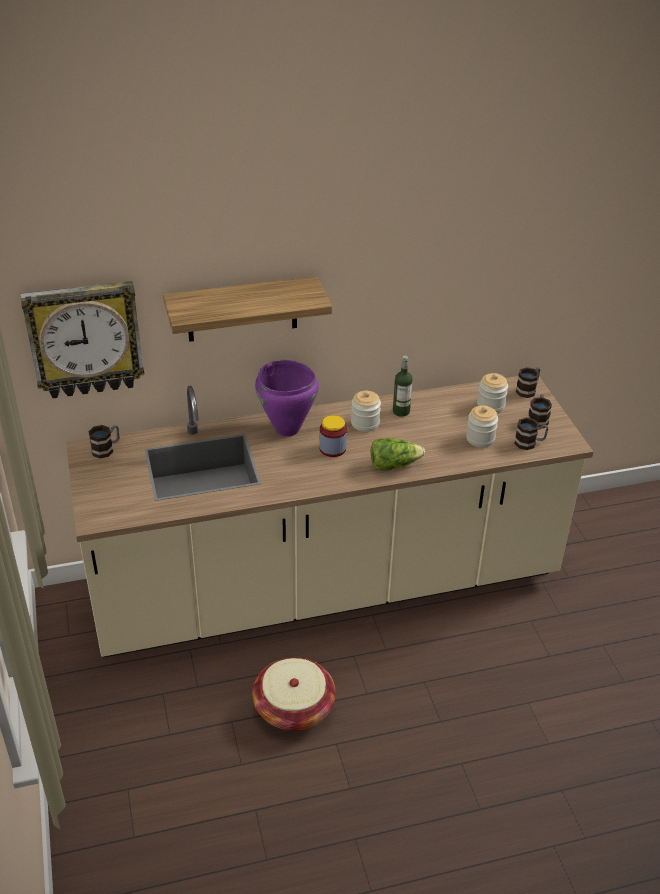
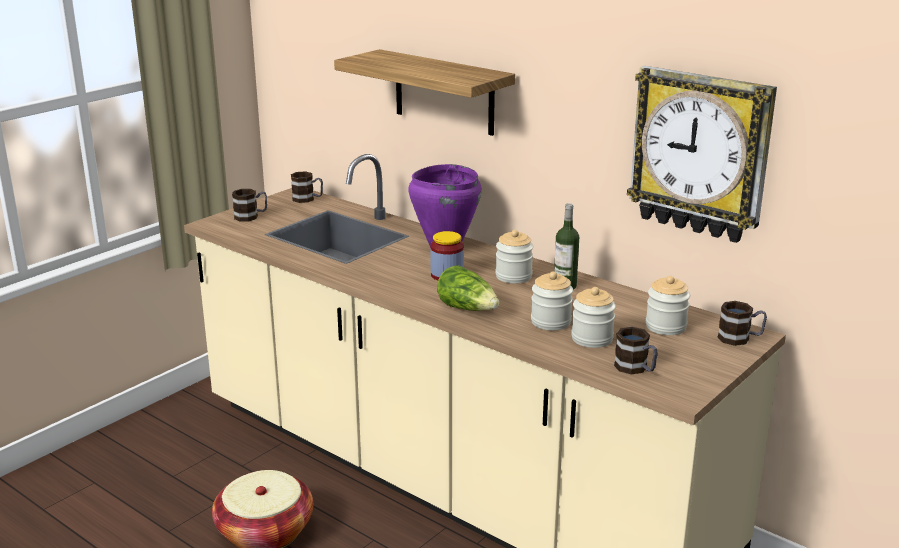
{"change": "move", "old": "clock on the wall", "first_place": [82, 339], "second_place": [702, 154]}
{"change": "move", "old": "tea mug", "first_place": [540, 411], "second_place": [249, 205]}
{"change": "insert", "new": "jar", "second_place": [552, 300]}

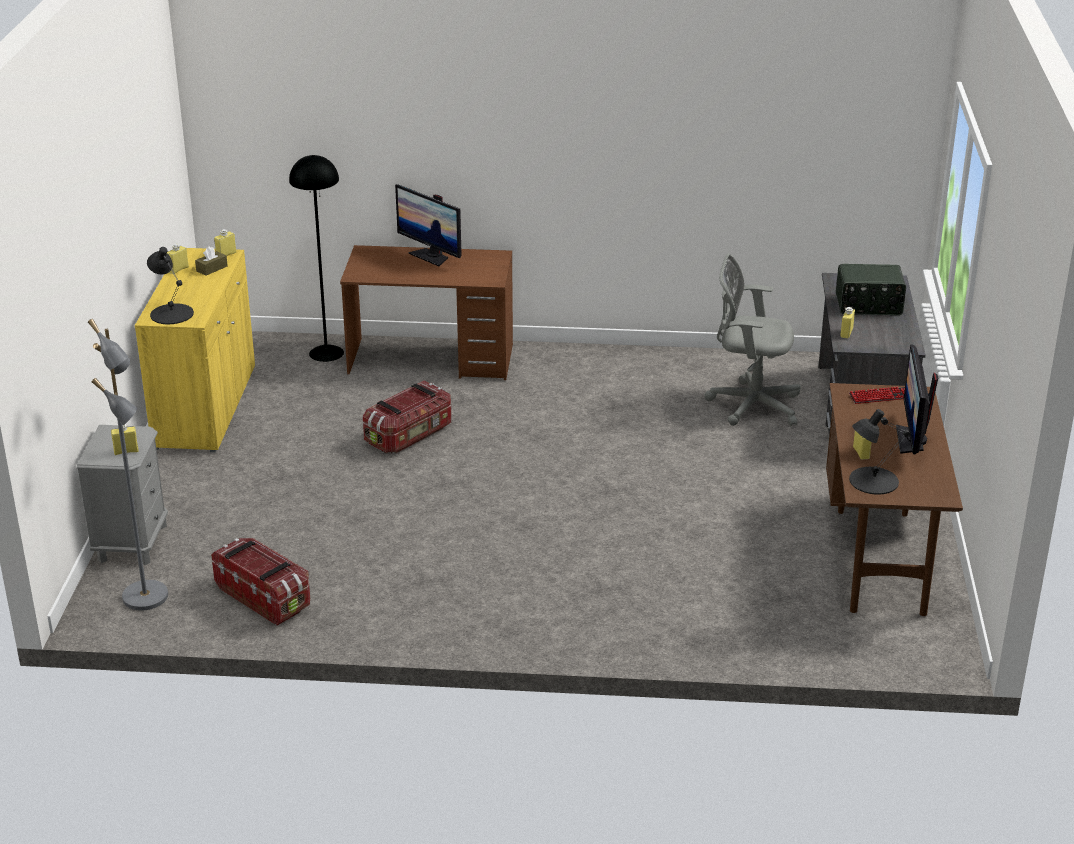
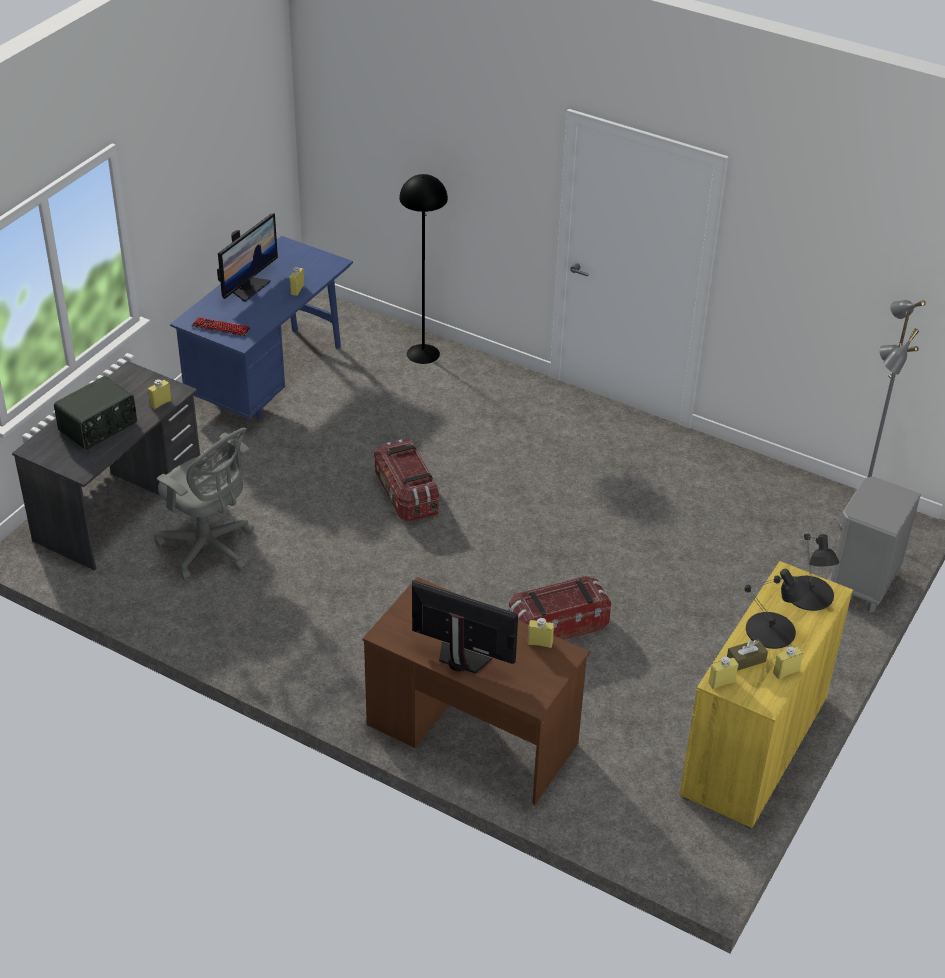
{"change": "move", "old": "black standing lamp", "first_place": [316, 258], "second_place": [423, 269]}
{"change": "rotate", "old": "computer screen", "first_place": [428, 225], "second_place": [465, 626], "degrees": -45}
{"change": "rotate", "old": "radio set", "first_place": [871, 289], "second_place": [95, 413], "degrees": 105}
{"change": "recolor", "old": "brown desk table", "new": "blue desk table", "first_place": [894, 499], "second_place": [261, 328]}
{"change": "move", "old": "black table lamp", "first_place": [879, 452], "second_place": [777, 609]}
{"change": "move", "old": "yellowish bottle", "first_place": [125, 439], "second_place": [540, 632]}
{"change": "move", "old": "storage container", "first_place": [260, 582], "second_place": [406, 480]}

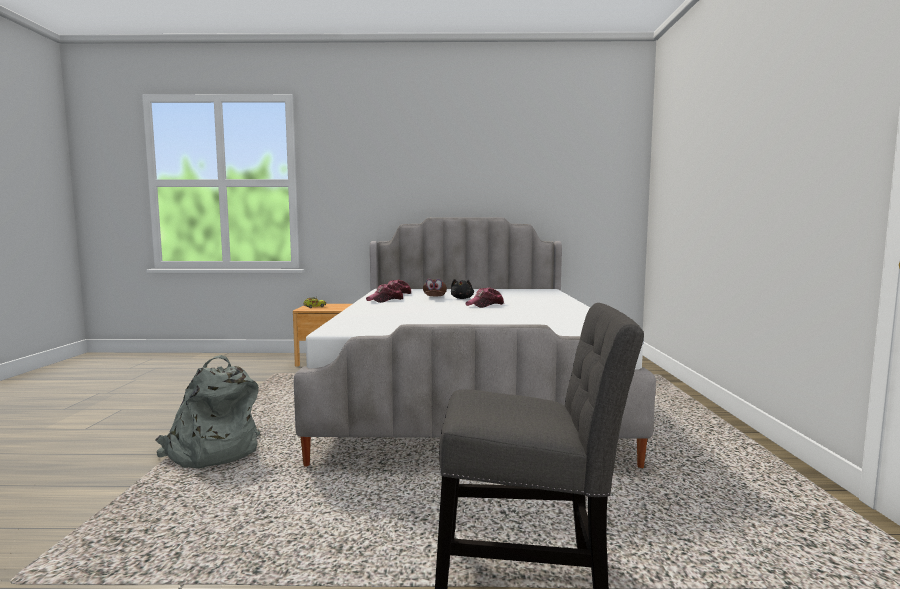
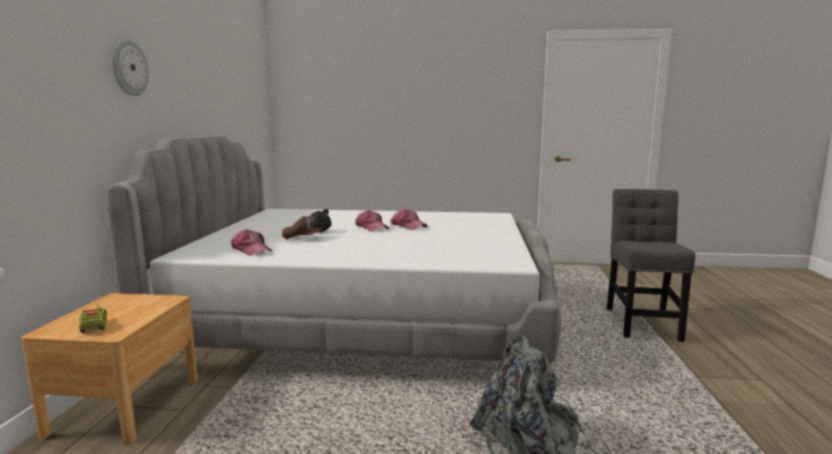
{"change": "move", "old": "peaked cap", "first_place": [384, 293], "second_place": [409, 219]}
{"change": "insert", "new": "clock on the wall", "second_place": [130, 67]}

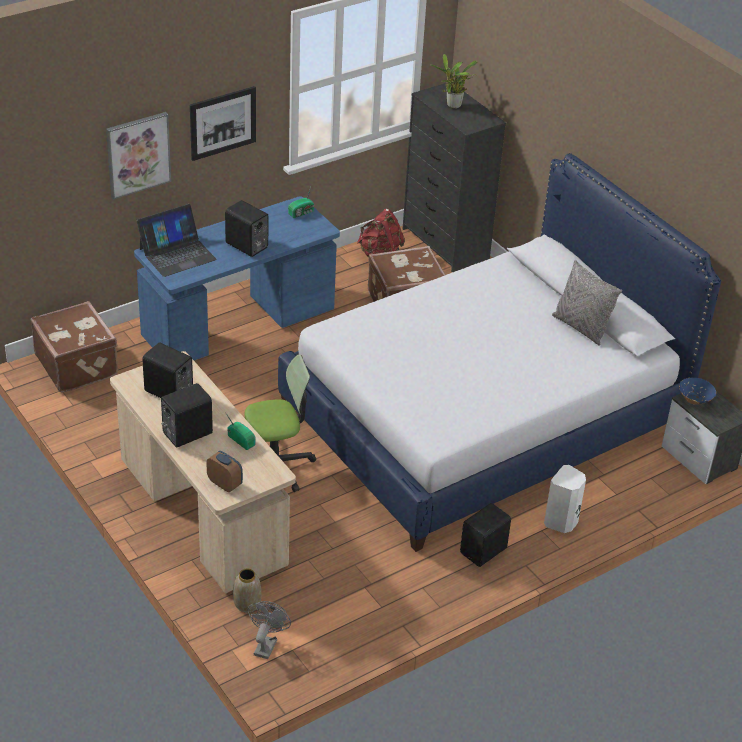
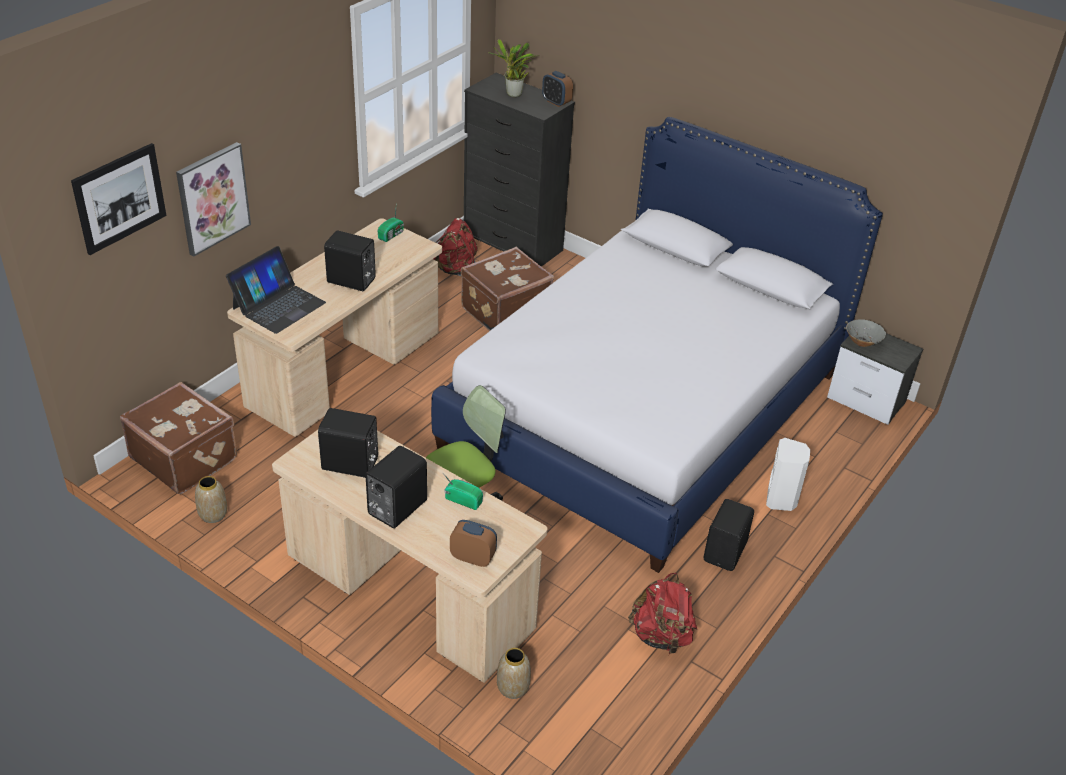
{"change": "move", "old": "picture", "first_place": [223, 123], "second_place": [118, 199]}
{"change": "recolor", "old": "blue desk table", "new": "beige-coloured desk table", "first_place": [237, 278], "second_place": [334, 327]}
{"change": "delete", "old": "greyish throw pillow", "first_place": [587, 303]}
{"change": "recolor", "old": "blue deep dish", "new": "greyish deep dish", "first_place": [697, 391], "second_place": [866, 333]}
{"change": "delete", "old": "greyish cooling fan", "first_place": [269, 630]}
{"change": "insert", "new": "table clock", "second_place": [557, 89]}
{"change": "insert", "new": "decorative vase", "second_place": [211, 499]}
{"change": "insert", "new": "reddish rucksack", "second_place": [662, 614]}

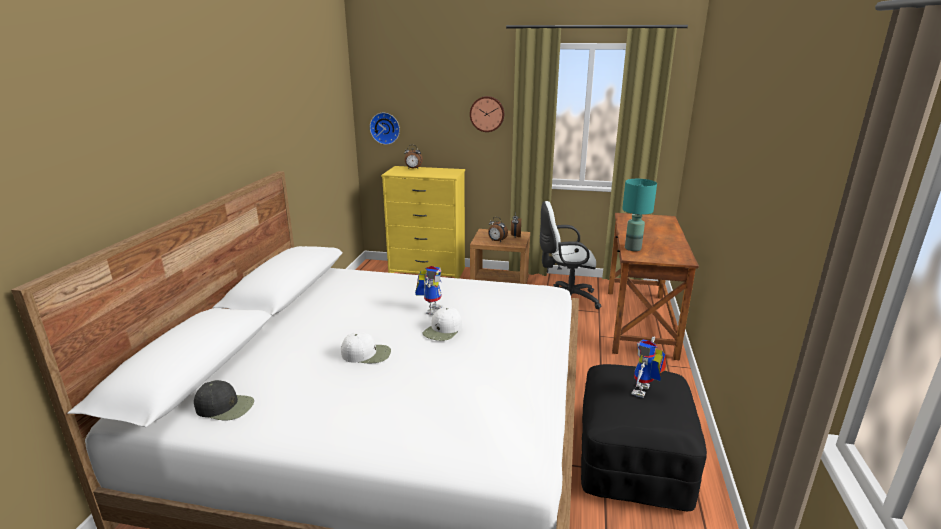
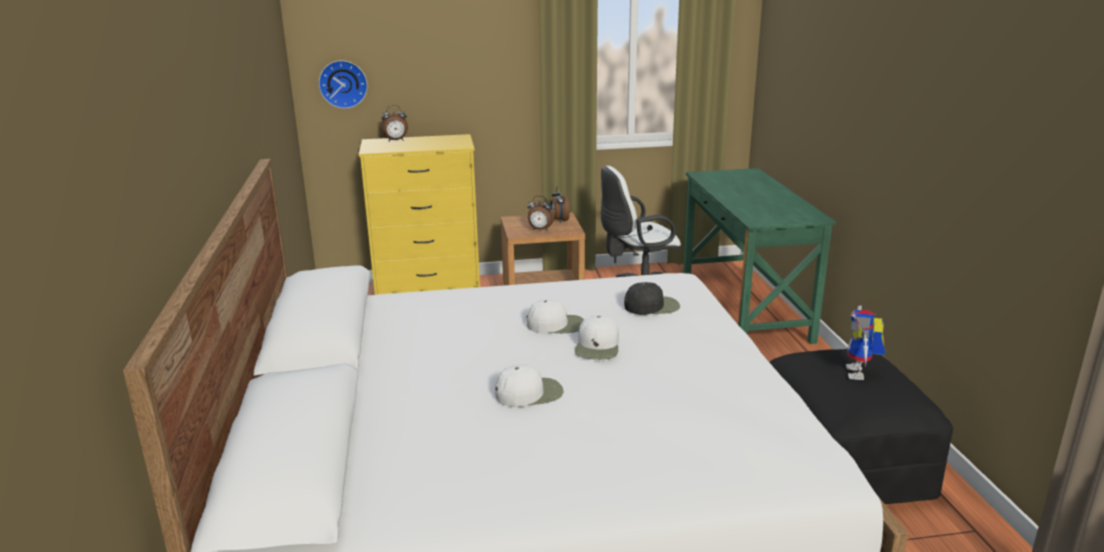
{"change": "delete", "old": "clock on the wall", "first_place": [487, 114]}
{"change": "delete", "old": "turquoise table lamp", "first_place": [639, 215]}
{"change": "recolor", "old": "brown desk table", "new": "green-coloured desk table", "first_place": [653, 286], "second_place": [759, 256]}
{"change": "replace", "old": "robot figure", "new": "white peaked cap", "first_place": [429, 290], "second_place": [555, 316]}
{"change": "move", "old": "black peaked cap", "first_place": [224, 400], "second_place": [652, 298]}

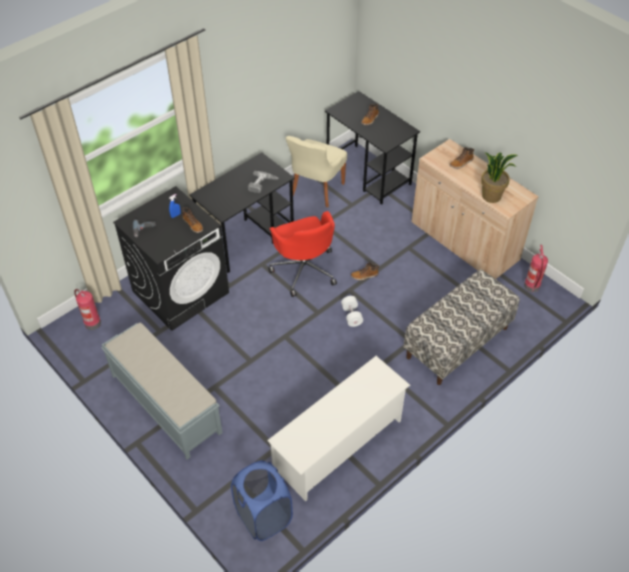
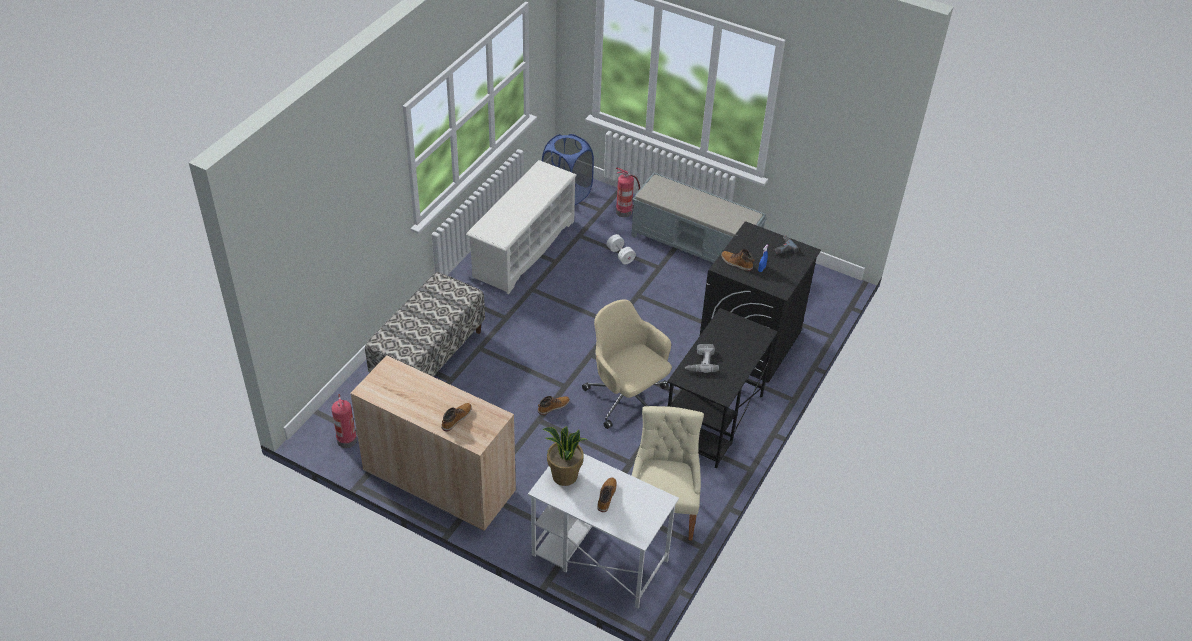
{"change": "recolor", "old": "black desk table", "new": "white desk table", "first_place": [372, 148], "second_place": [603, 531]}
{"change": "move", "old": "plant in a pot", "first_place": [499, 177], "second_place": [565, 456]}
{"change": "recolor", "old": "reddish computer chair", "new": "beige-coloured computer chair", "first_place": [302, 254], "second_place": [627, 364]}
{"change": "move", "old": "extinguisher", "first_place": [87, 309], "second_place": [628, 192]}
{"change": "move", "old": "white free weight", "first_place": [352, 311], "second_place": [621, 249]}

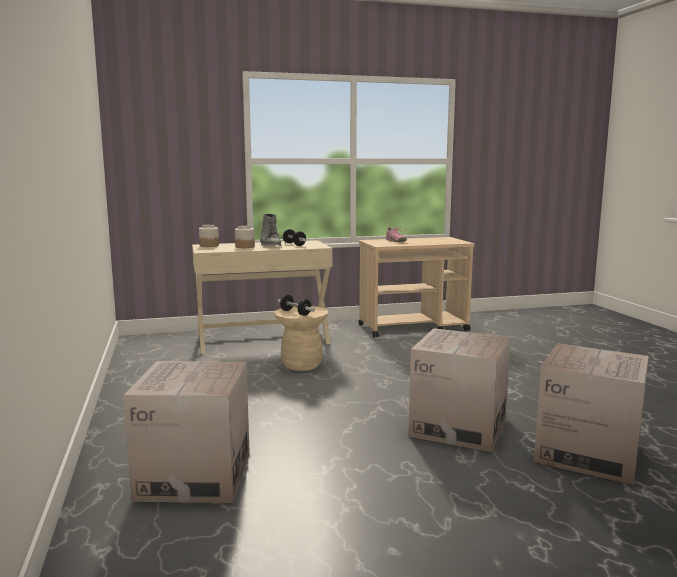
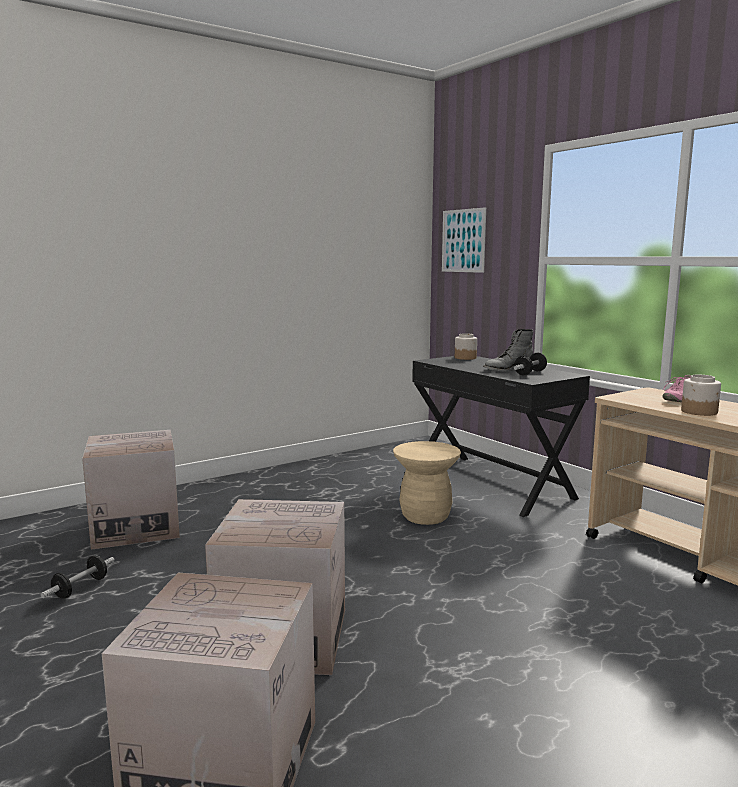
{"change": "move", "old": "jar", "first_place": [245, 236], "second_place": [701, 395]}
{"change": "recolor", "old": "beige-coloured desk table", "new": "black desk table", "first_place": [262, 297], "second_place": [501, 436]}
{"change": "move", "old": "free weight", "first_place": [296, 305], "second_place": [78, 577]}
{"change": "insert", "new": "picture", "second_place": [464, 240]}

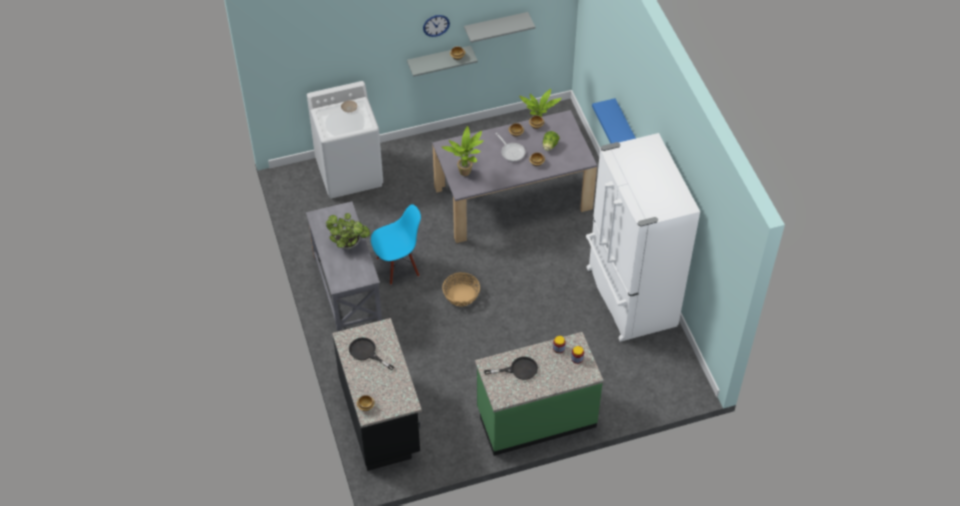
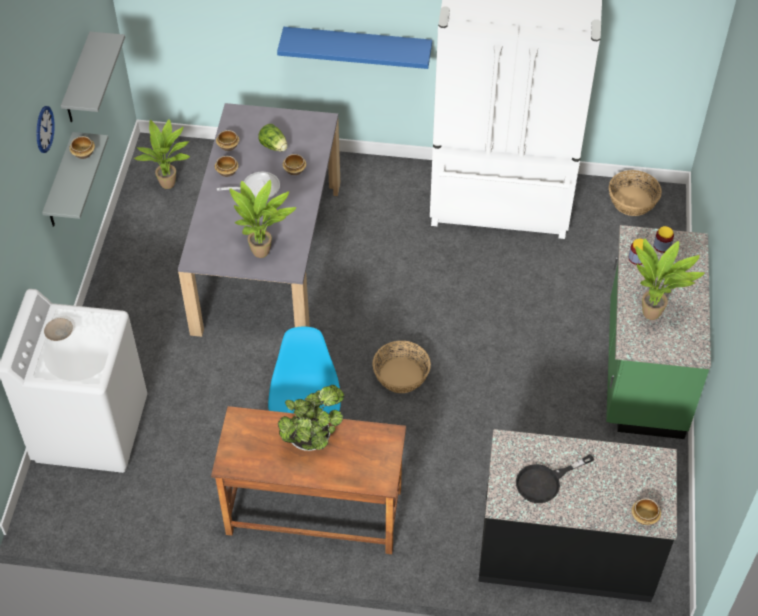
{"change": "recolor", "old": "greyish desk table", "new": "brown desk table", "first_place": [344, 266], "second_place": [308, 480]}
{"change": "replace", "old": "black frying pan", "new": "plant in a pot", "first_place": [511, 368], "second_place": [670, 279]}
{"change": "insert", "new": "household basket", "second_place": [635, 193]}

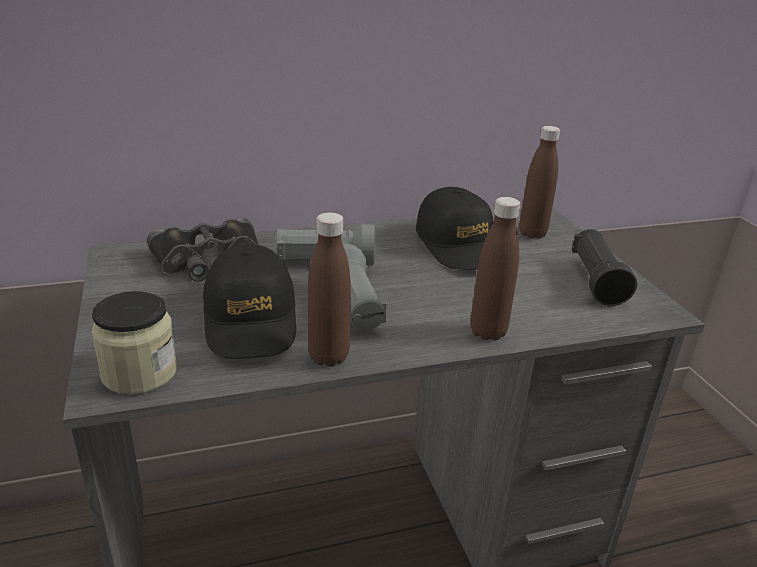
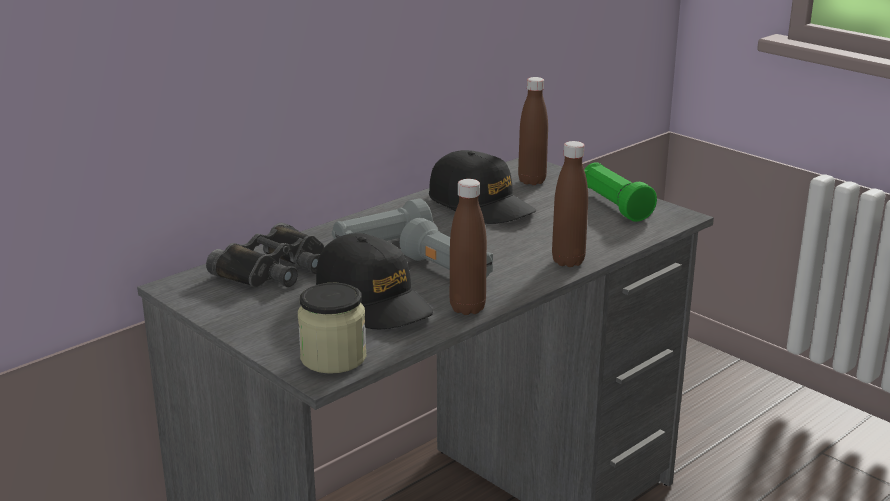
{"change": "recolor", "old": "black torch", "new": "green-coloured torch", "first_place": [605, 267], "second_place": [620, 192]}

